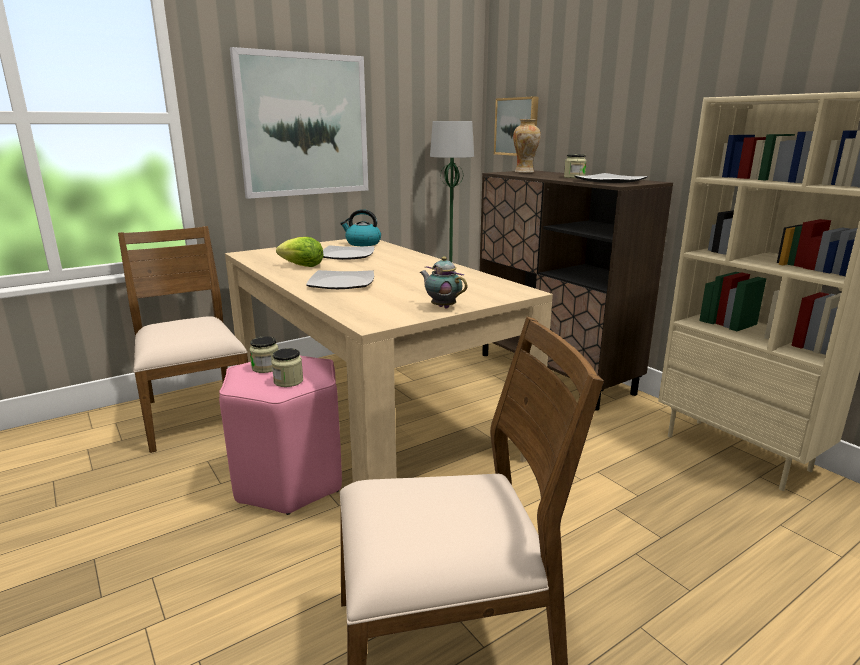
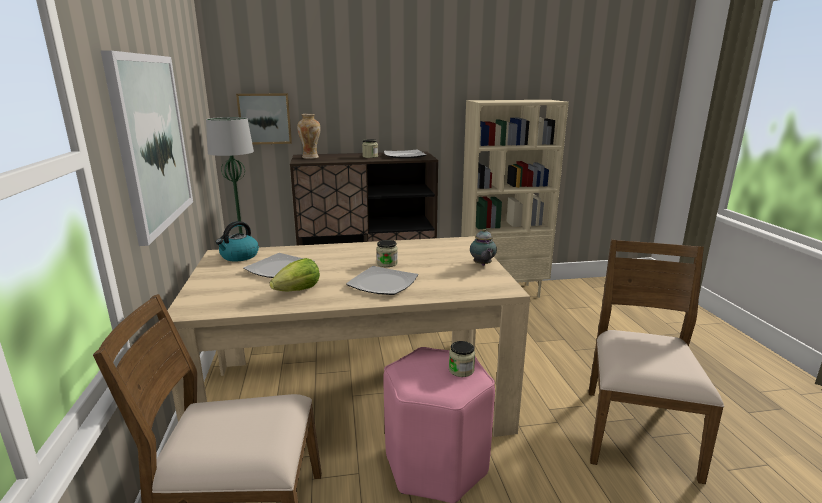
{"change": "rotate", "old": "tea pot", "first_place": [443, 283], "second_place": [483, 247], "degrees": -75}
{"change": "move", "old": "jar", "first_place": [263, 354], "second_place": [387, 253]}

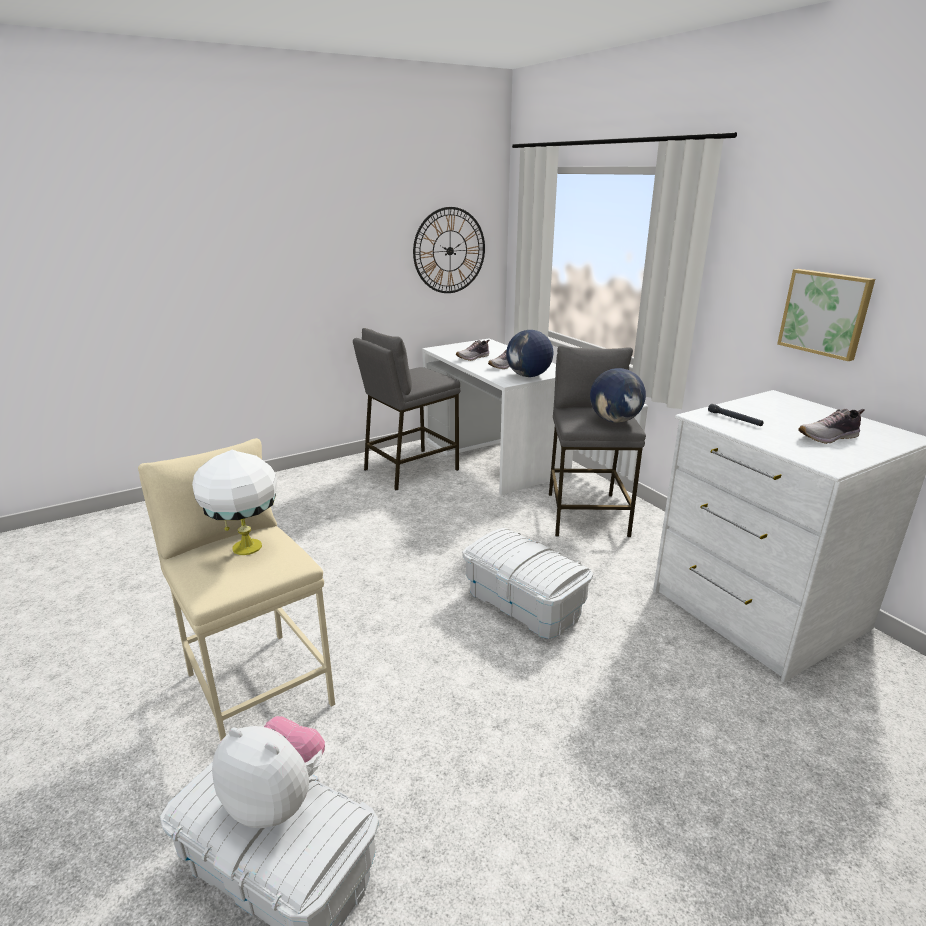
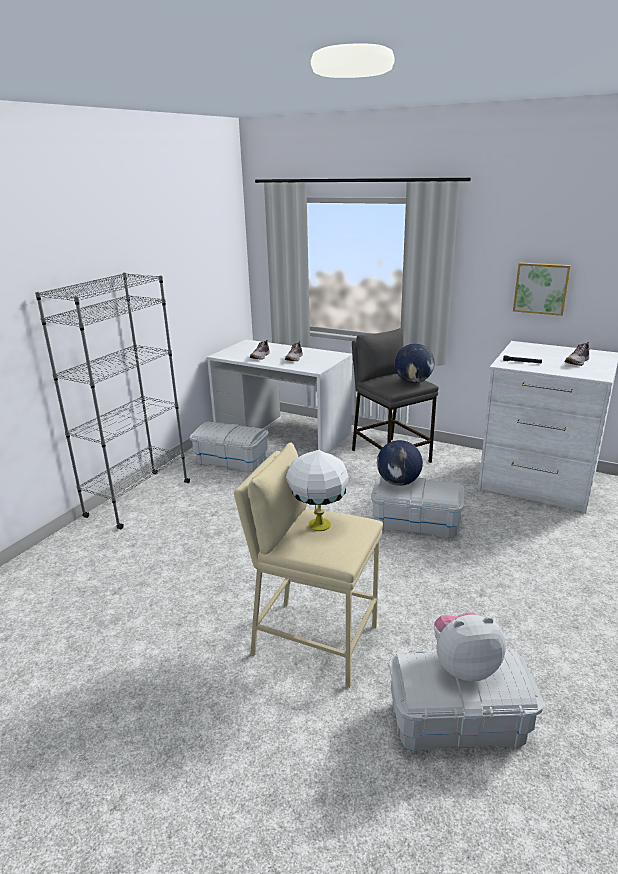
{"change": "delete", "old": "clock on the wall", "first_place": [449, 250]}
{"change": "replace", "old": "greyish sitting stool", "new": "white storage container", "first_place": [406, 409], "second_place": [229, 446]}
{"change": "move", "old": "globe", "first_place": [529, 353], "second_place": [400, 463]}
{"change": "insert", "new": "greyish bookshelf", "second_place": [112, 400]}

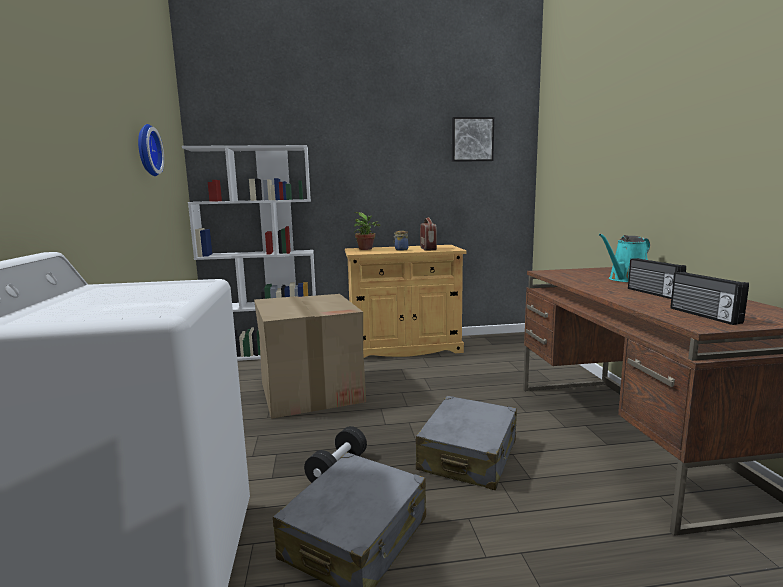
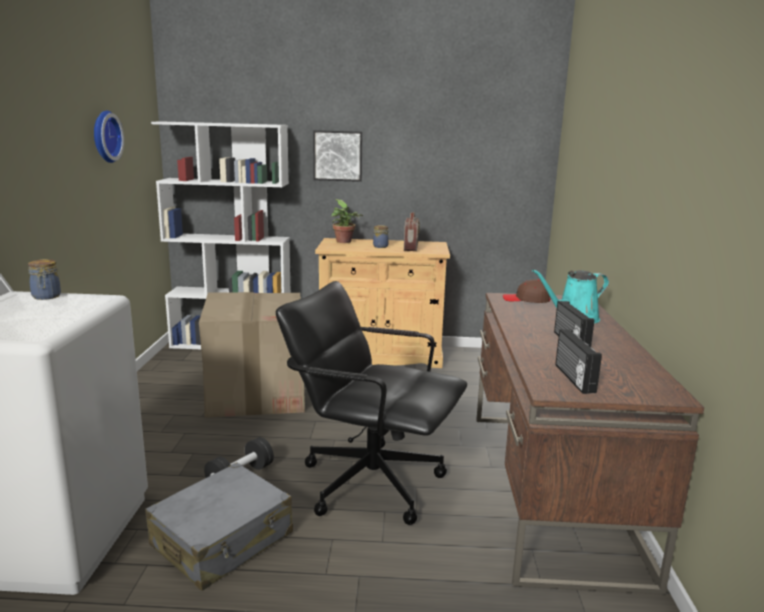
{"change": "move", "old": "picture", "first_place": [473, 139], "second_place": [338, 156]}
{"change": "replace", "old": "greyish piece of luggage", "new": "black computer chair", "first_place": [466, 443], "second_place": [371, 403]}
{"change": "insert", "new": "jar", "second_place": [44, 279]}
{"change": "insert", "new": "brown peaked cap", "second_place": [526, 291]}

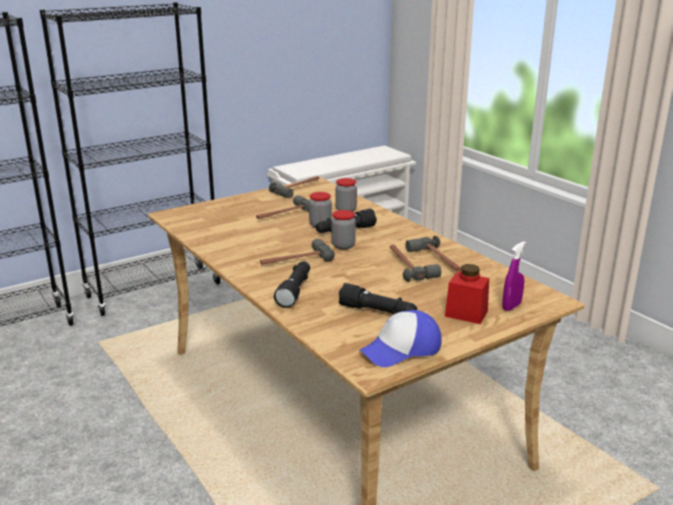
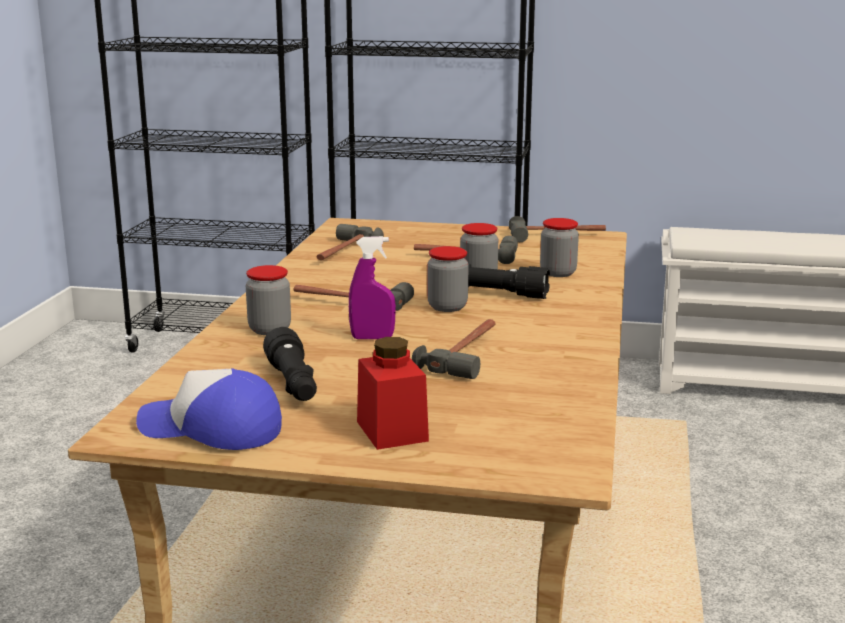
{"change": "move", "old": "tool hammer", "first_place": [433, 253], "second_place": [350, 242]}
{"change": "move", "old": "purple hand sprayer", "first_place": [514, 276], "second_place": [372, 287]}
{"change": "replace", "old": "black torch", "new": "jar", "first_place": [292, 284], "second_place": [268, 300]}

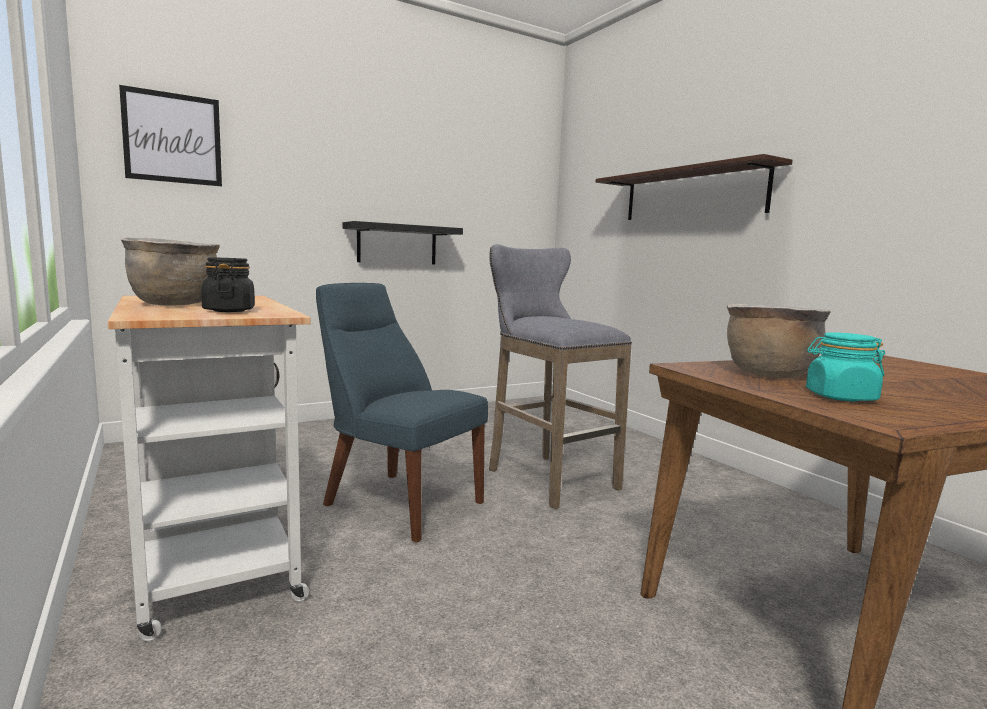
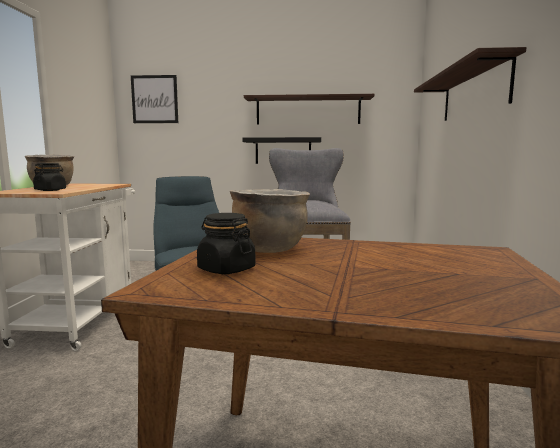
{"change": "recolor", "old": "turquoise jar", "new": "black jar", "first_place": [845, 366], "second_place": [226, 243]}
{"change": "insert", "new": "shelf", "second_place": [309, 109]}

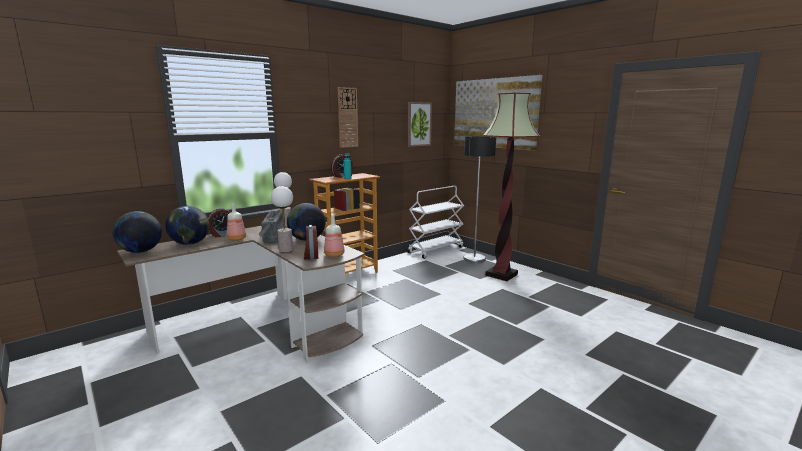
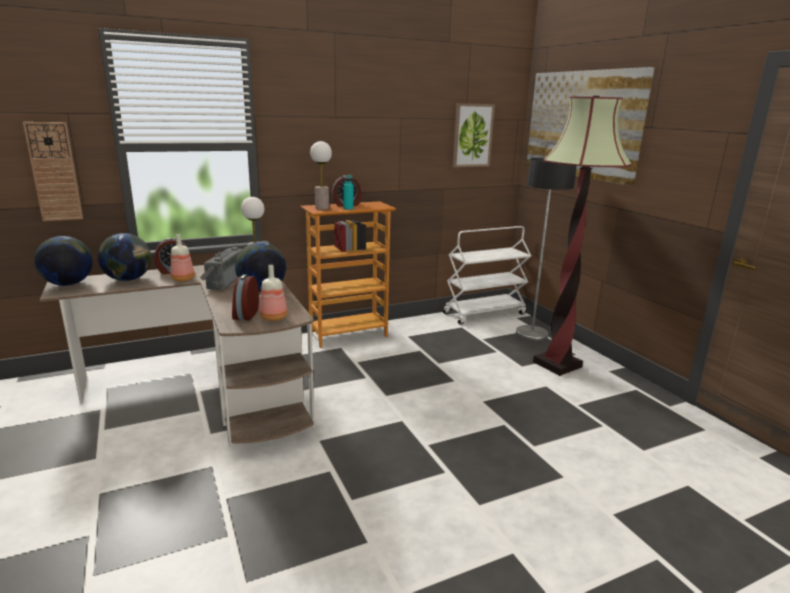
{"change": "move", "old": "clock on the wall", "first_place": [347, 117], "second_place": [53, 171]}
{"change": "move", "old": "table lamp", "first_place": [282, 219], "second_place": [321, 175]}

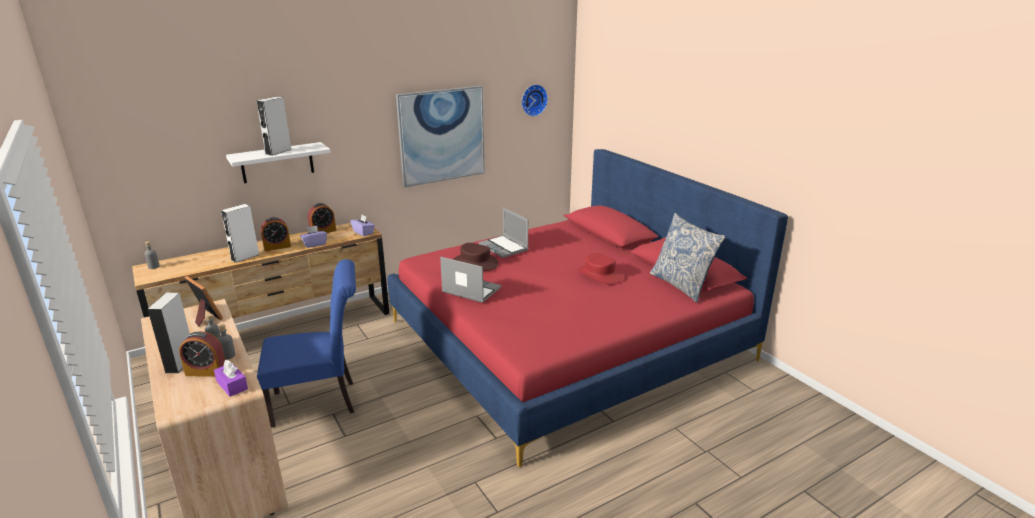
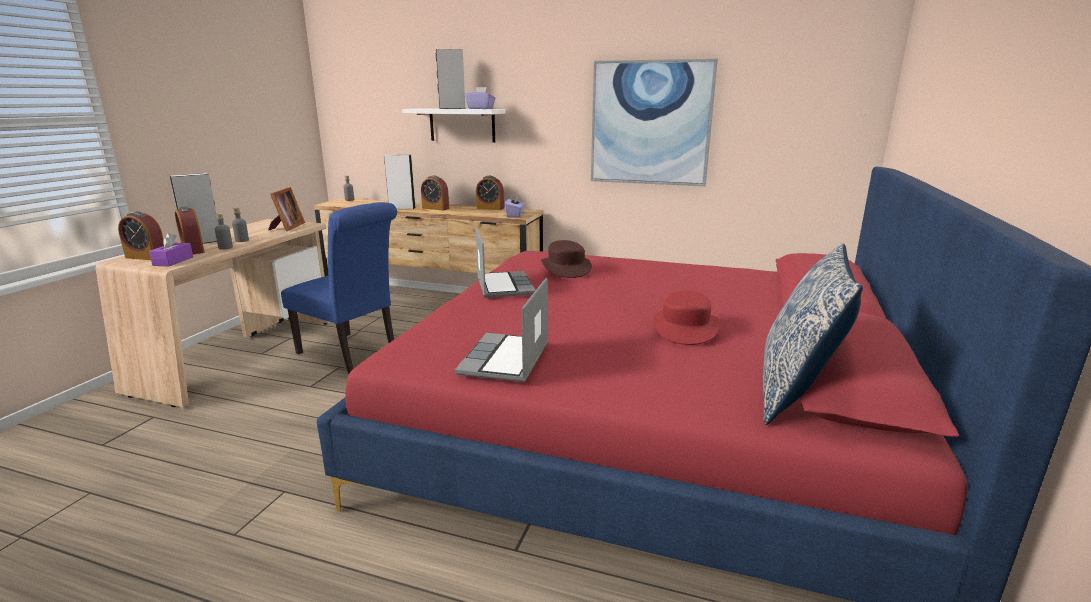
{"change": "delete", "old": "clock on the wall", "first_place": [534, 100]}
{"change": "move", "old": "notebook computer", "first_place": [503, 232], "second_place": [501, 330]}
{"change": "move", "old": "purple tissue holder", "first_place": [313, 237], "second_place": [480, 98]}
{"change": "insert", "new": "table clock", "second_place": [141, 235]}

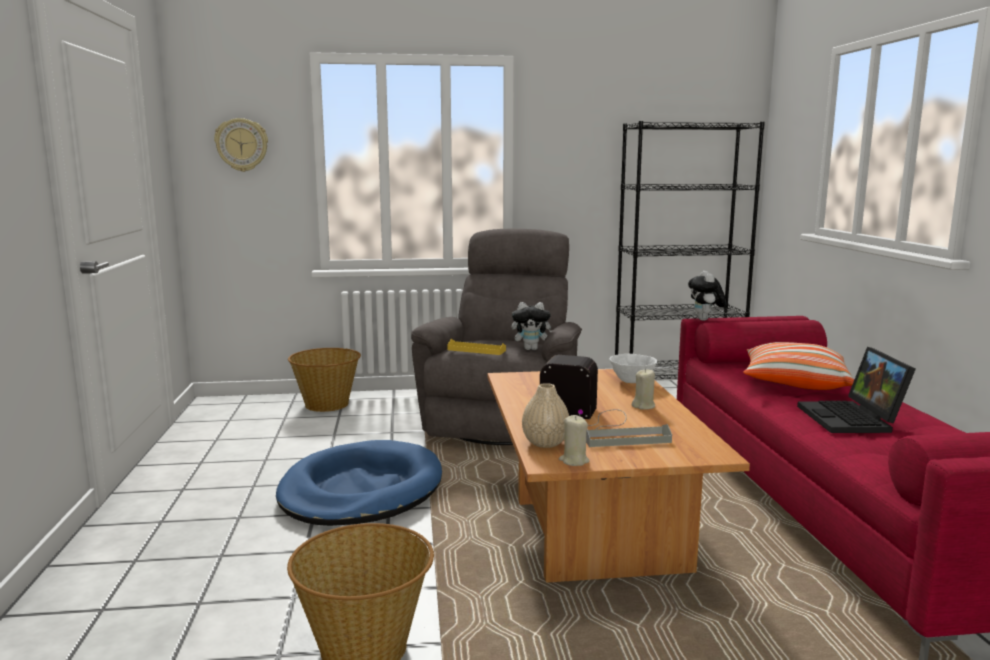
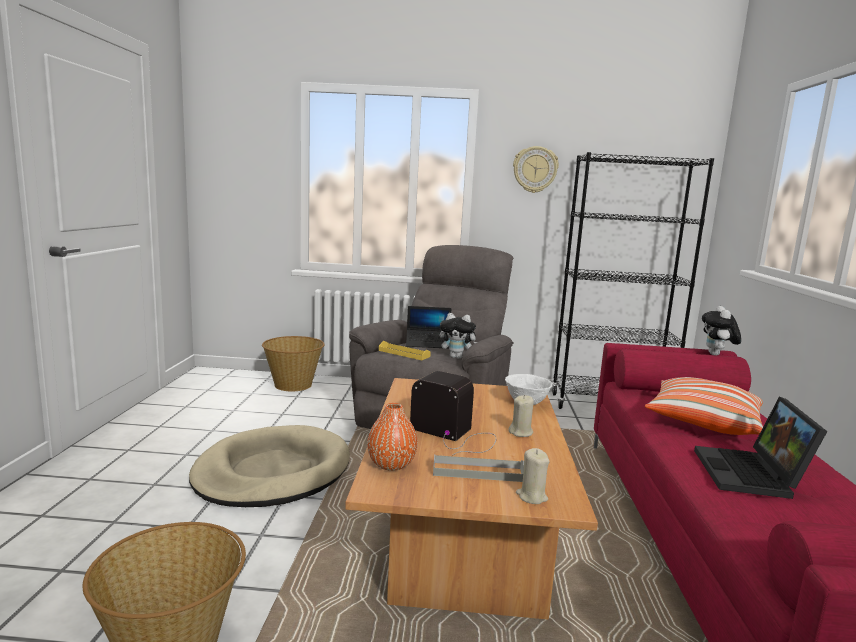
{"change": "move", "old": "clock on the wall", "first_place": [241, 145], "second_place": [536, 169]}
{"change": "move", "old": "cuddly toy", "first_place": [707, 296], "second_place": [721, 330]}
{"change": "recolor", "old": "beige-coloured decorative vase", "new": "orangey decorative vase", "first_place": [545, 415], "second_place": [392, 437]}
{"change": "move", "old": "beige-coloured wax light", "first_place": [574, 440], "second_place": [532, 476]}
{"change": "recolor", "old": "blue dog cushion", "new": "beige-coloured dog cushion", "first_place": [359, 483], "second_place": [269, 466]}
{"change": "insert", "new": "notebook computer", "second_place": [428, 327]}

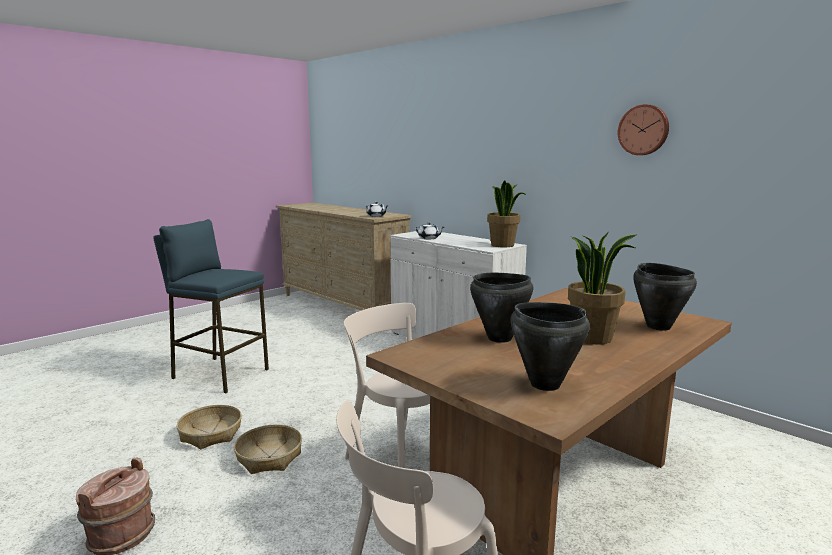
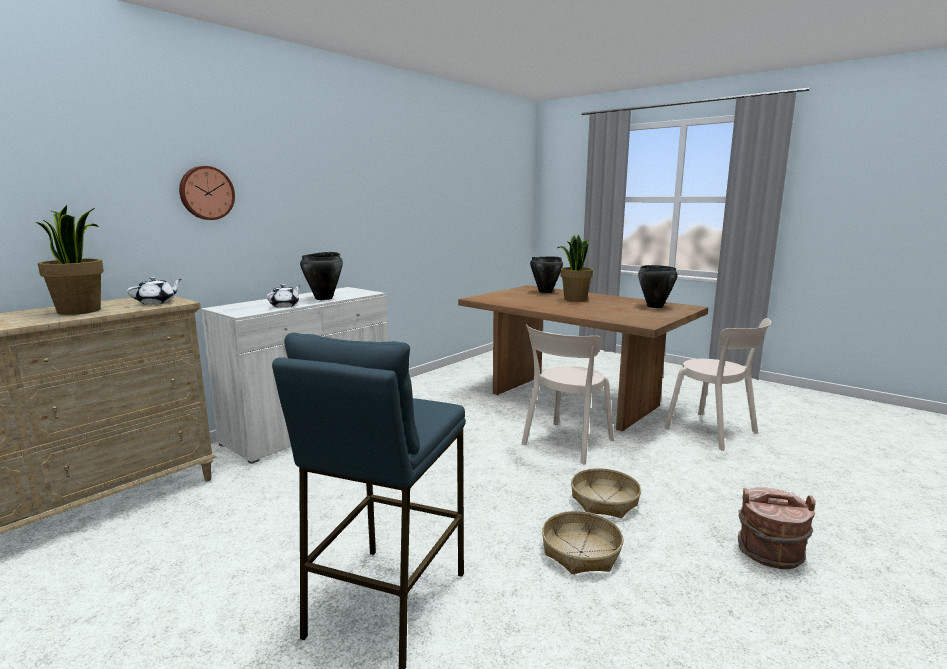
{"change": "move", "old": "clock on the wall", "first_place": [643, 129], "second_place": [207, 193]}
{"change": "move", "old": "plant in a pot", "first_place": [506, 213], "second_place": [70, 260]}
{"change": "move", "old": "black stockpot", "first_place": [501, 308], "second_place": [321, 276]}

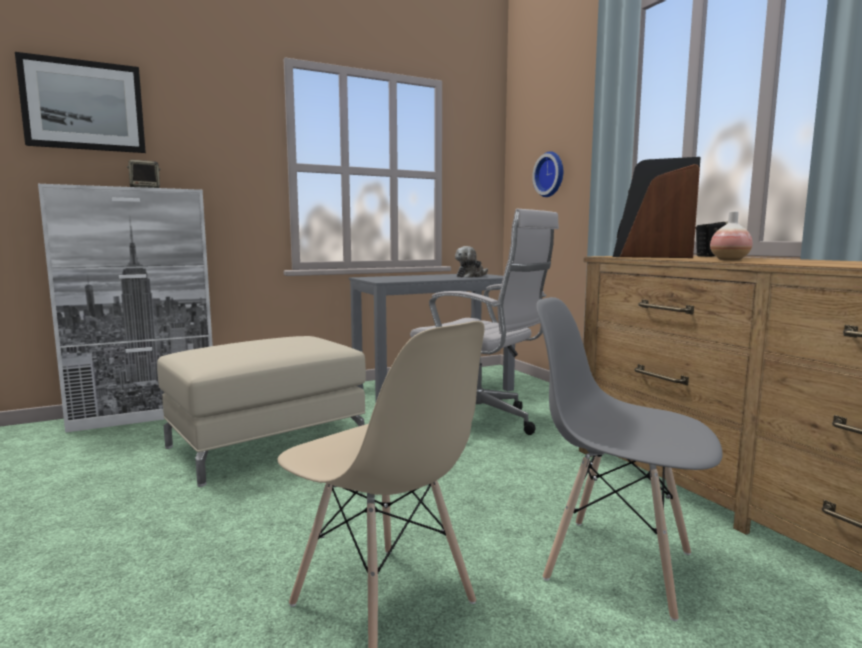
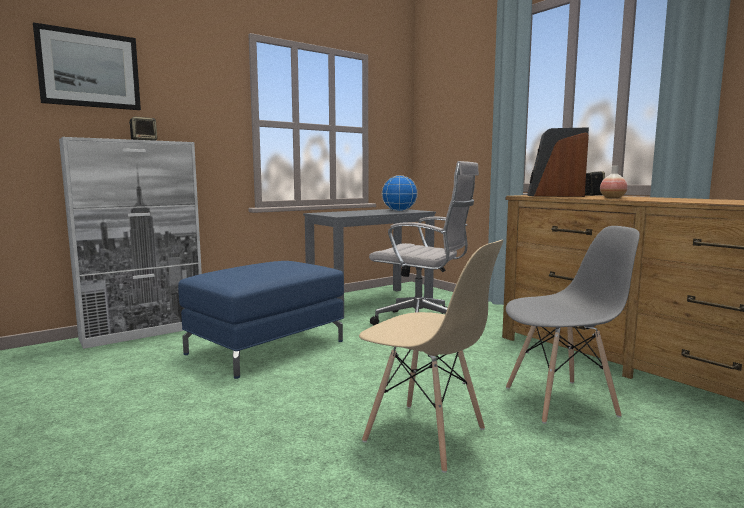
{"change": "delete", "old": "clock on the wall", "first_place": [547, 174]}
{"change": "replace", "old": "cuddly toy", "new": "globe", "first_place": [471, 262], "second_place": [400, 193]}
{"change": "rotate", "old": "greyish upright chair", "first_place": [629, 459], "second_place": [573, 325], "degrees": 150}
{"change": "recolor", "old": "beige-coloured pouffe", "new": "blue pouffe", "first_place": [261, 411], "second_place": [261, 320]}

